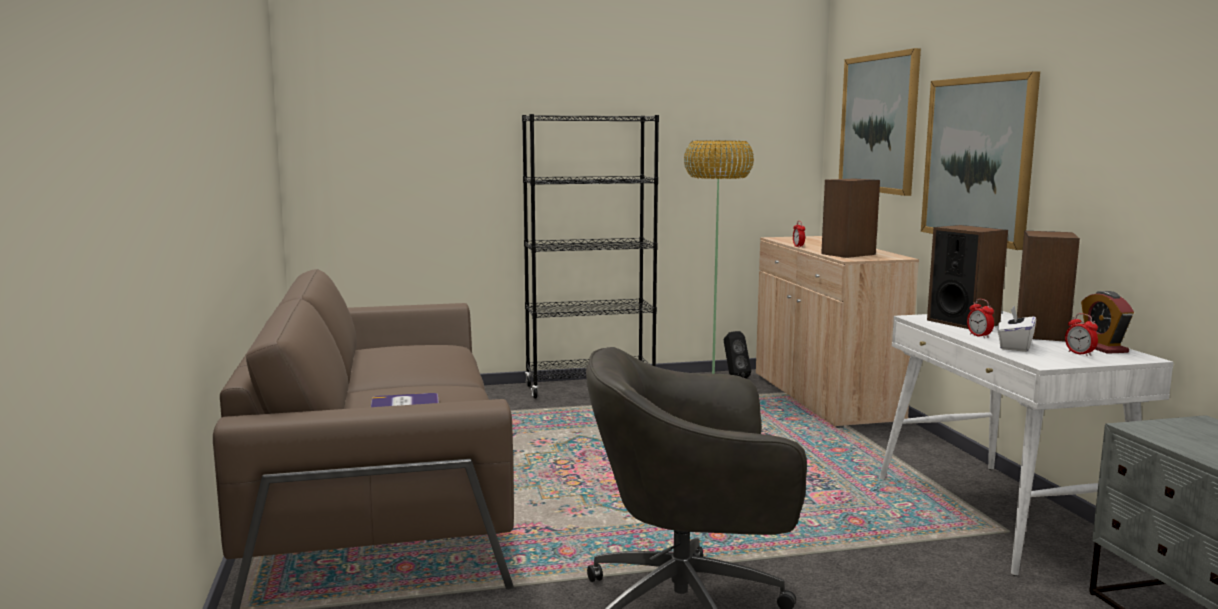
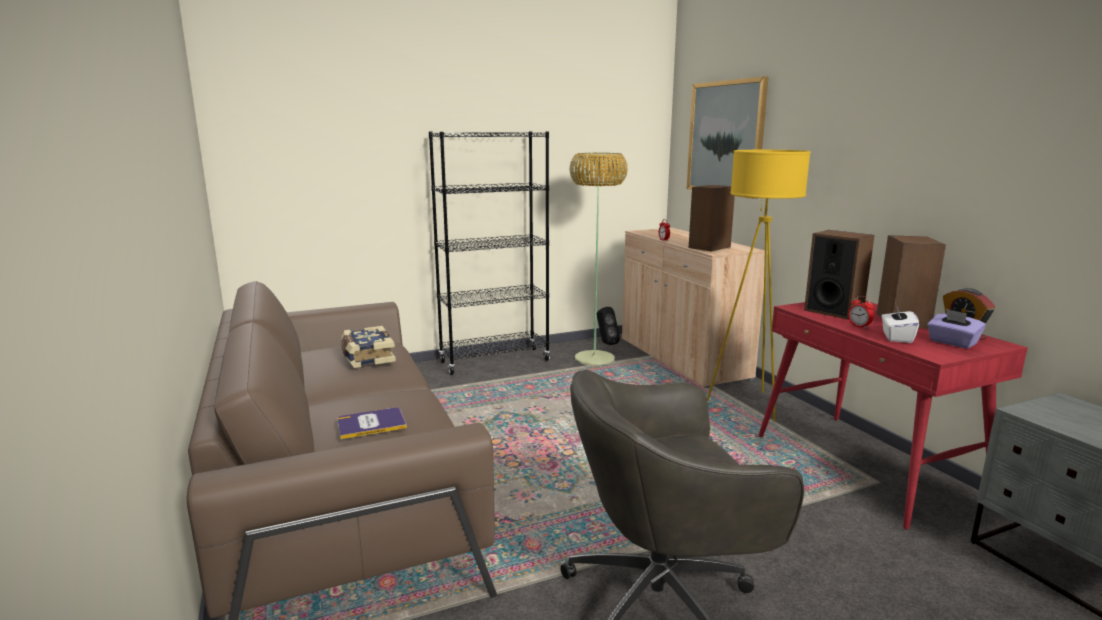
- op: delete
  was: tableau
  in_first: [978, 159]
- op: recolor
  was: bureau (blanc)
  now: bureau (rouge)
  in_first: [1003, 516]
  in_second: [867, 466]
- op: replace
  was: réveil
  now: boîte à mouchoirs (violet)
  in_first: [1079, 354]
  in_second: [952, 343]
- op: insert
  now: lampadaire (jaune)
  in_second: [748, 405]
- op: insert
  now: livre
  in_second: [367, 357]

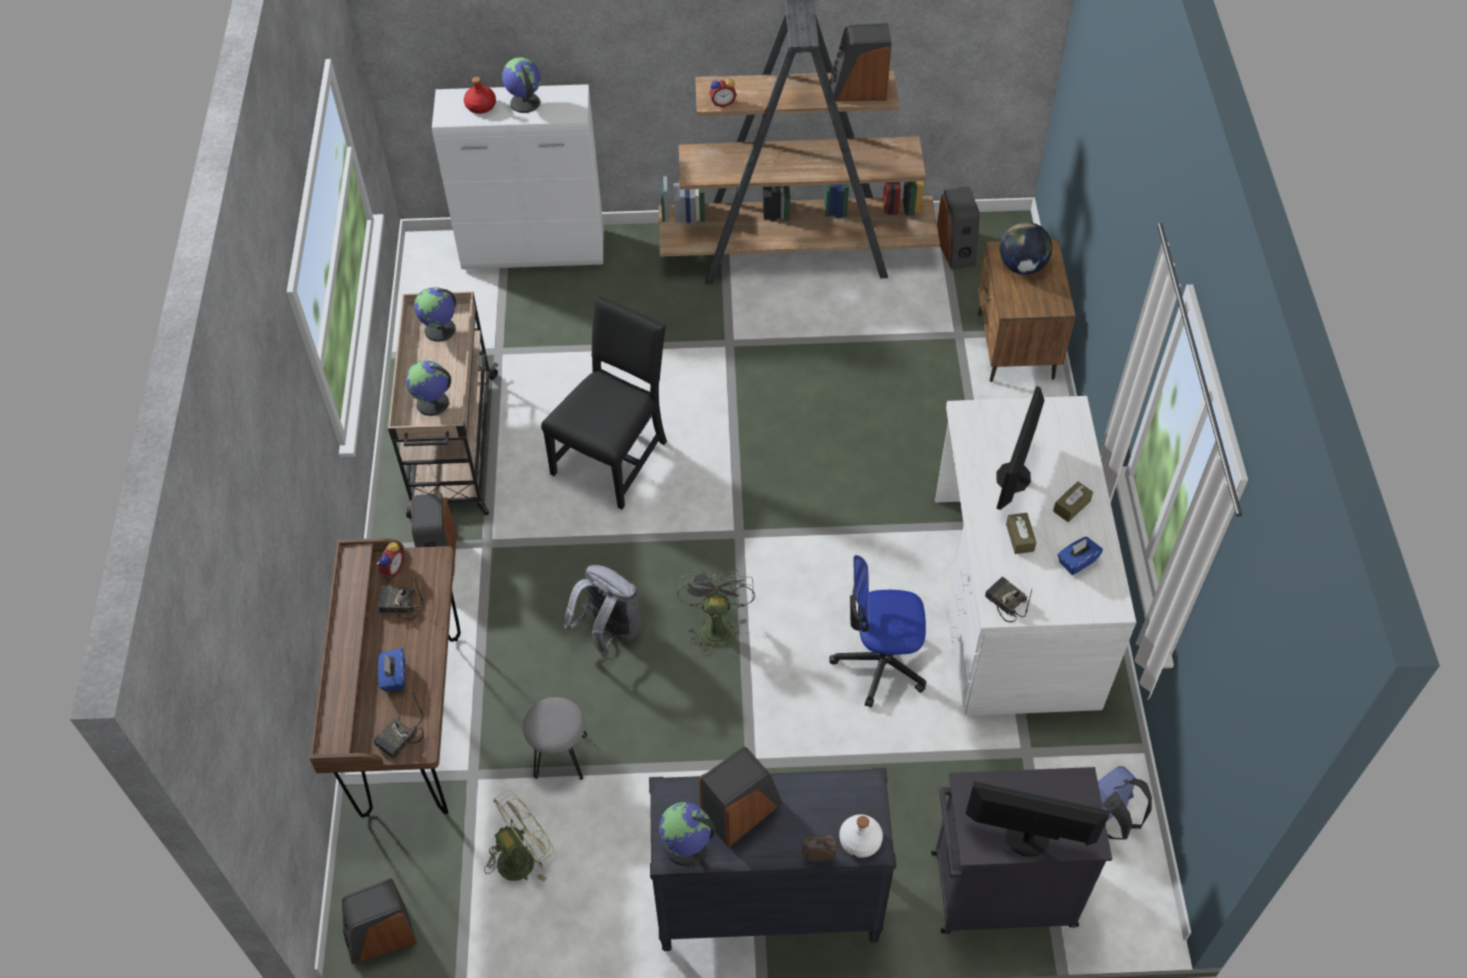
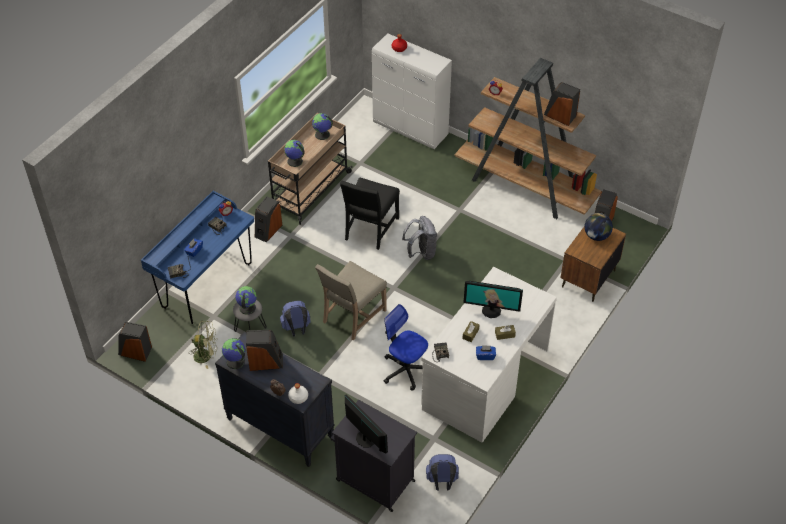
- op: move
  was: globe
  in_first: [524, 103]
  in_second: [247, 308]
- op: rotate
  was: chaise (noir)
  in_first: [613, 456]
  in_second: [370, 229]
  clockwise: 135
- op: rotate
  was: écran d'ordinateur
  in_first: [1014, 478]
  in_second: [491, 310]
  clockwise: -135
- op: recolor
  was: bureau (marron)
  now: bureau (bleu)
  in_first: [412, 724]
  in_second: [207, 286]
- op: move
  was: sac à dos (gris)
  in_first: [609, 632]
  in_second: [421, 252]
- op: replace
  was: ventilateur (gris)
  now: chaise (beige)
  in_first: [715, 624]
  in_second: [352, 316]
- op: insert
  now: sac à dos (bleu)
  in_second: [296, 329]

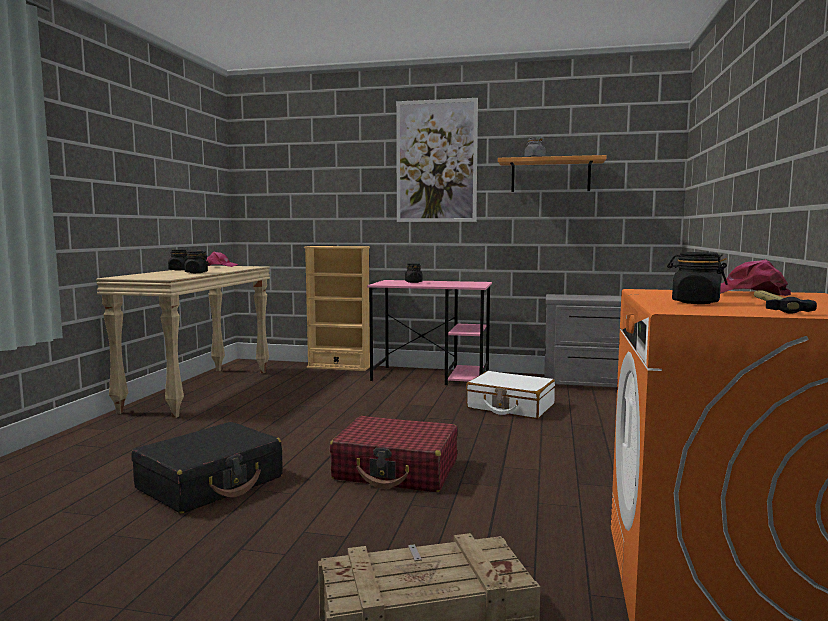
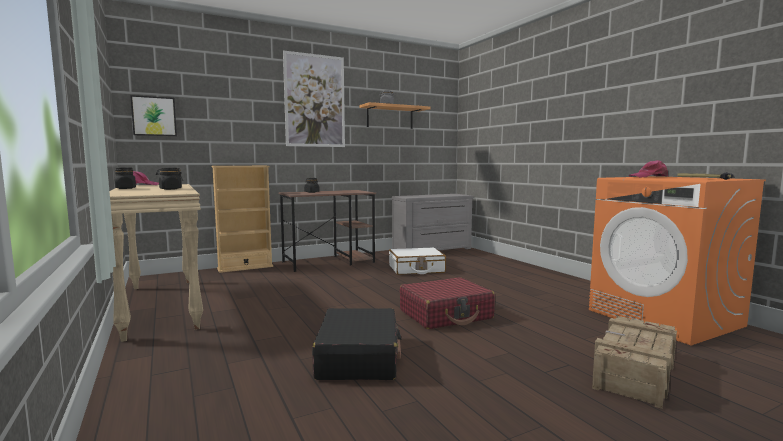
- op: delete
  was: bocal (noir)
  in_first: [695, 302]
- op: recolor
  was: bureau (rose)
  now: bureau (marron)
  in_first: [432, 376]
  in_second: [329, 262]
- op: insert
  now: tableau
  in_second: [154, 116]

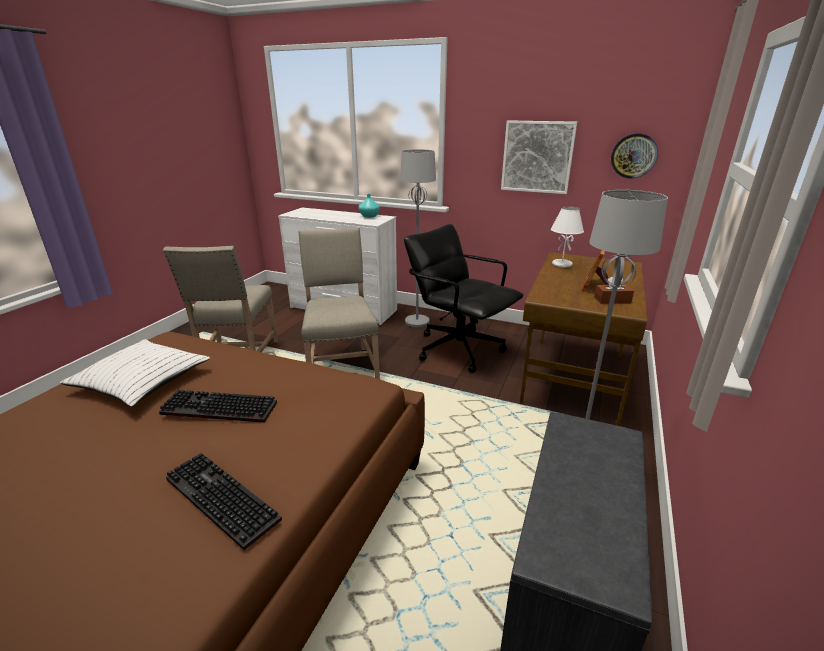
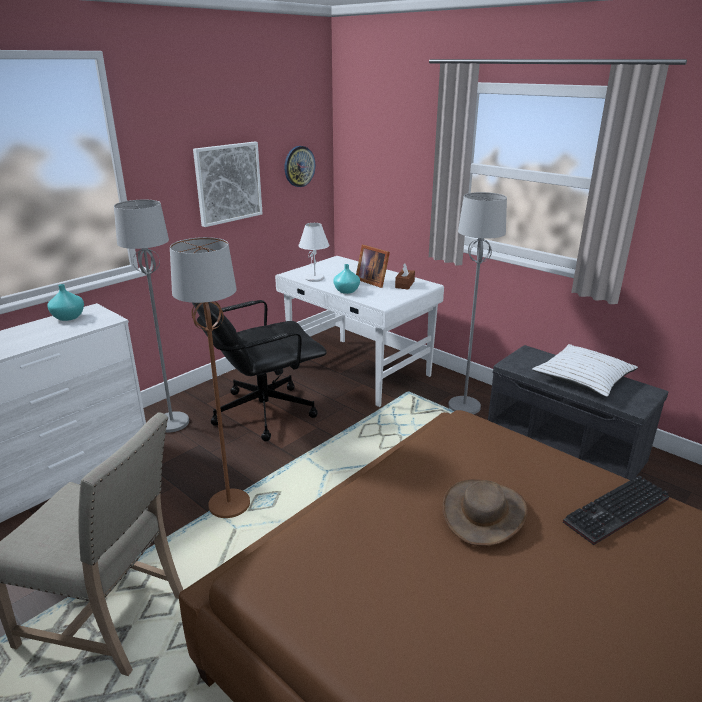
- op: replace
  was: chaise (beige)
  now: lampadaire (marron)
  in_first: [341, 366]
  in_second: [229, 504]
- op: recolor
  was: bureau (marron)
  now: bureau (blanc)
  in_first: [572, 377]
  in_second: [358, 371]
- op: move
  was: coussin (blanc)
  in_first: [142, 381]
  in_second: [583, 378]
- op: replace
  was: clavier
  now: chapeau (marron)
  in_first: [216, 410]
  in_second: [484, 512]
- op: insert
  now: vase (turquoise)
  in_second: [346, 291]

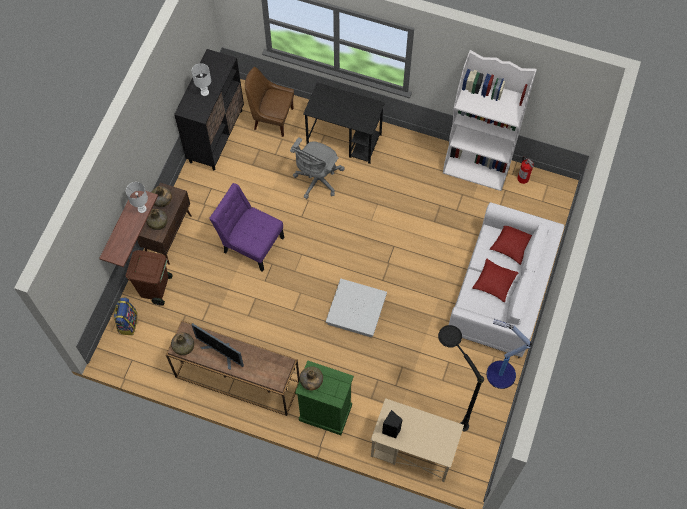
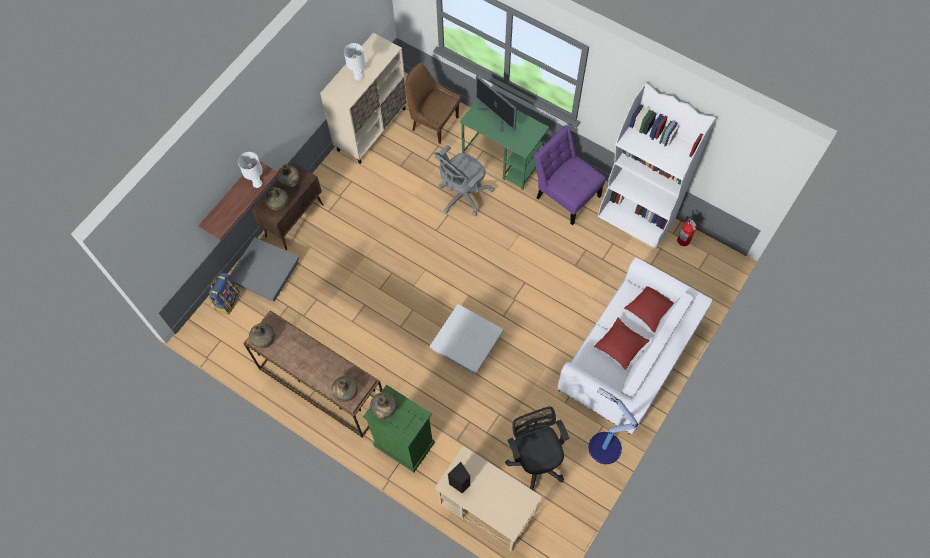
- op: recolor
  was: meuble de rangement (noir)
  now: meuble de rangement (beige)
  in_first: [216, 136]
  in_second: [372, 129]
- op: recolor
  was: bureau (noir)
  now: bureau (vert)
  in_first: [344, 139]
  in_second: [503, 160]
- op: move
  was: chaise (violet)
  in_first: [251, 243]
  in_second: [565, 194]
- op: replace
  was: poubelle (marron)
  now: boîte de rangement (gris)
  in_first: [155, 289]
  in_second: [265, 272]
- op: move
  was: écran d'ordinateur
  in_first: [221, 352]
  in_second: [496, 117]
- op: replace
  was: lampadaire (noir)
  now: chaise de bureau (noir)
  in_first: [444, 400]
  in_second: [535, 461]
- op: insert
  now: bouteille (vert)
  in_second: [345, 391]

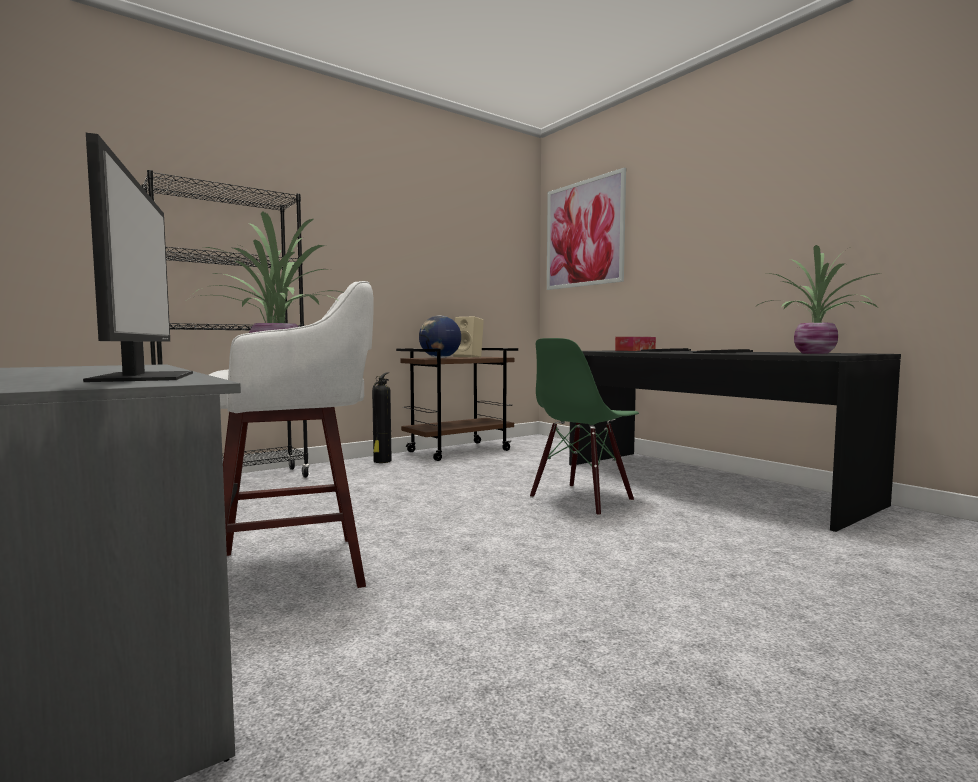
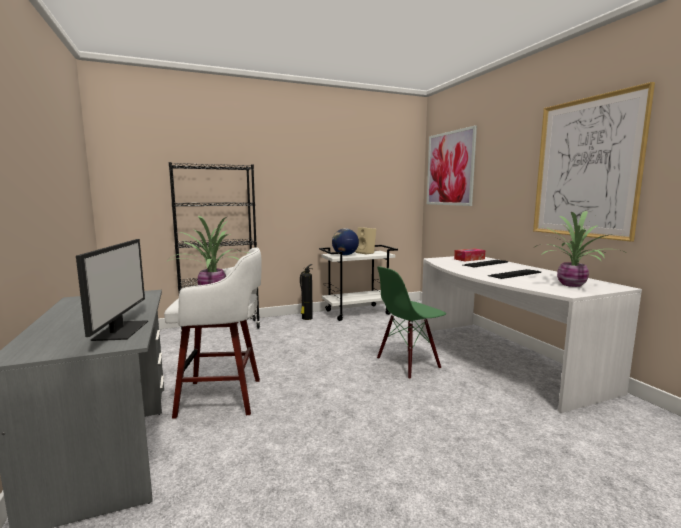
- op: recolor
  was: chariot (marron)
  now: chariot (blanc)
  in_first: [459, 451]
  in_second: [358, 312]
- op: recolor
  was: bureau (noir)
  now: bureau (blanc)
  in_first: [701, 483]
  in_second: [499, 358]
- op: insert
  now: tableau
  in_second: [586, 168]

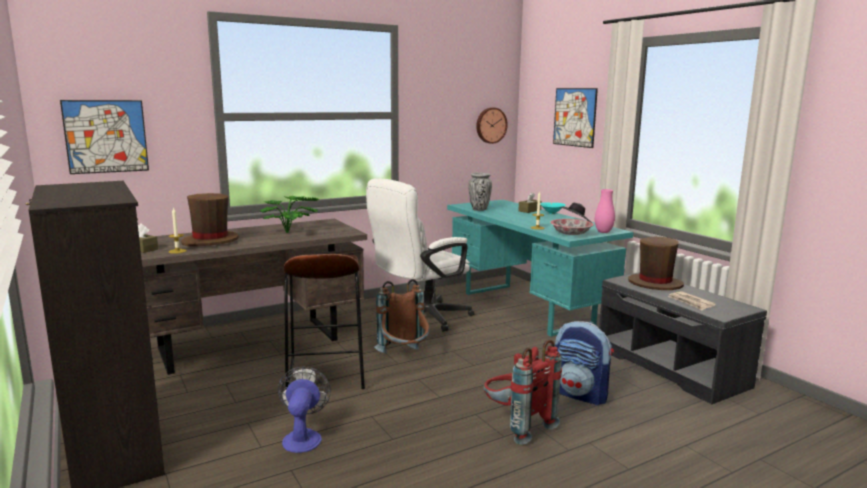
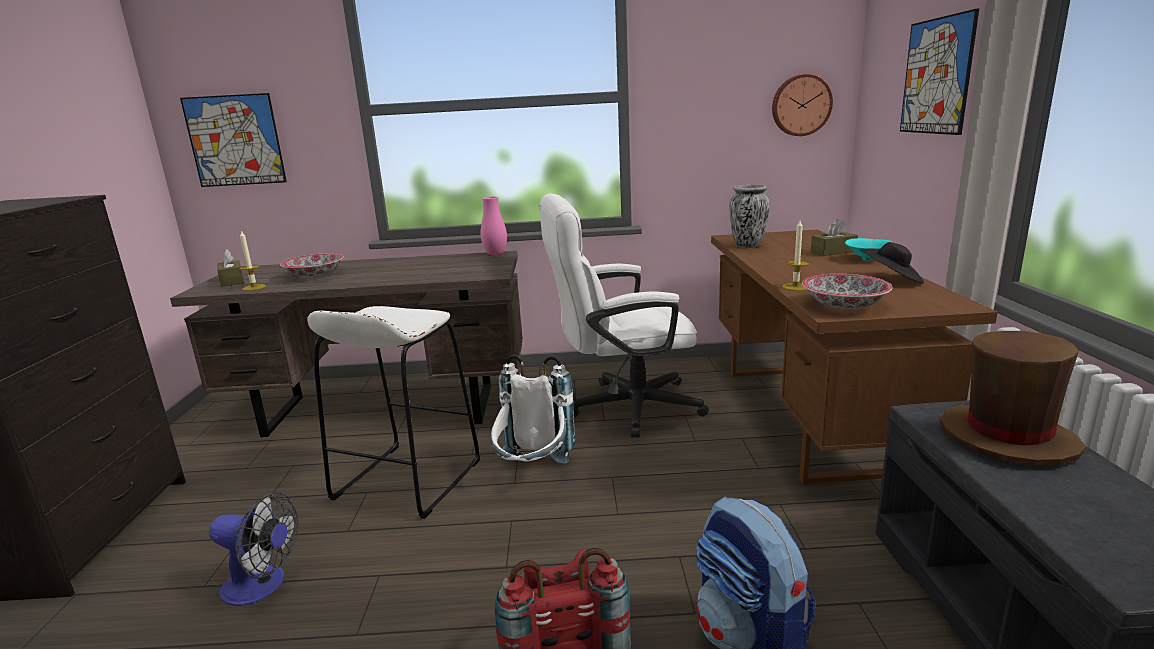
- op: move
  was: vase (rose)
  in_first: [603, 232]
  in_second: [495, 254]
- op: replace
  was: chapeau (marron)
  now: bol
  in_first: [210, 241]
  in_second: [315, 275]
- op: delete
  was: plante en pot
  in_first: [291, 232]
- op: recolor
  was: bureau (turquoise)
  now: bureau (marron)
  in_first: [527, 308]
  in_second: [808, 417]
- op: recolor
  was: tabouret (marron)
  now: tabouret (blanc)
  in_first: [325, 375]
  in_second: [407, 480]
- op: recolor
  was: sac à dos (marron)
  now: sac à dos (blanc)
  in_first: [404, 357]
  in_second: [533, 473]
- op: delete
  was: journal
  in_first: [690, 302]
- op: rotate
  was: ventilateur
  in_first: [303, 437]
  in_second: [263, 586]
  clockwise: 75

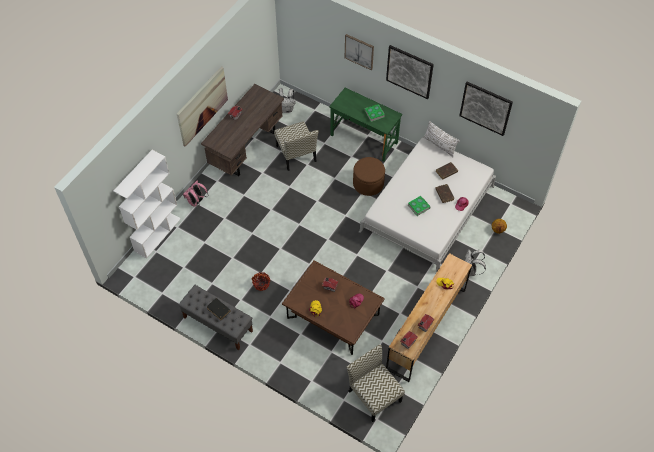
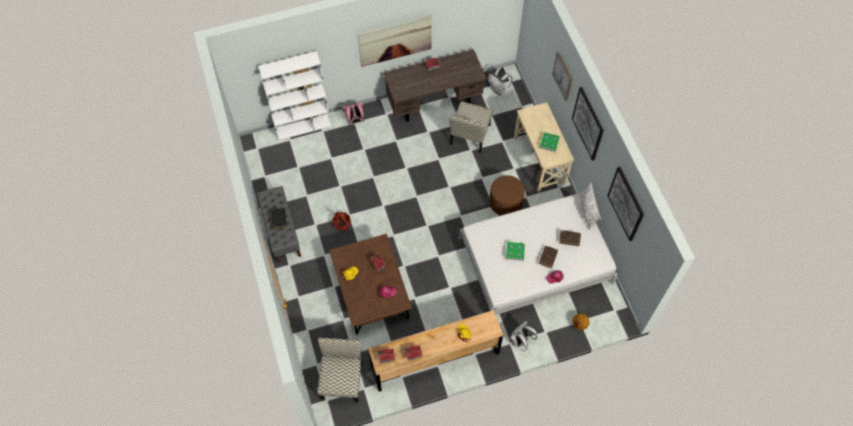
- op: recolor
  was: bureau (vert)
  now: bureau (beige)
  in_first: [364, 139]
  in_second: [539, 161]

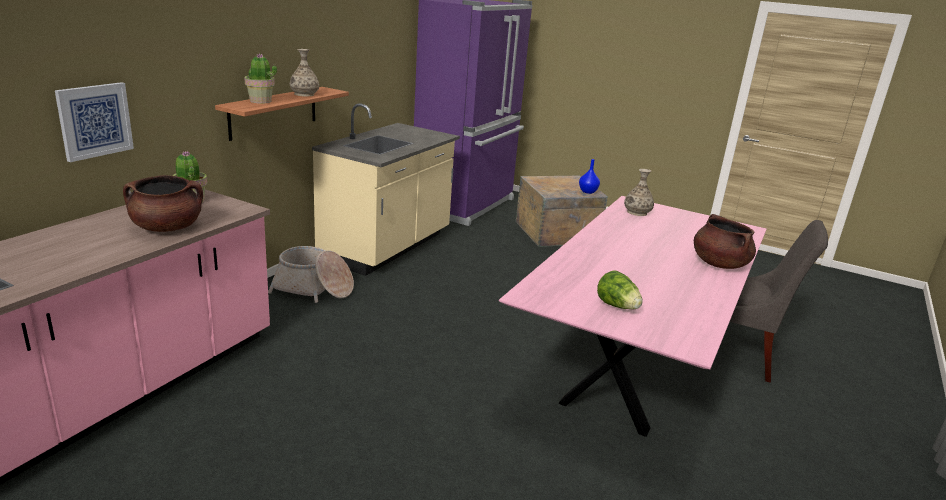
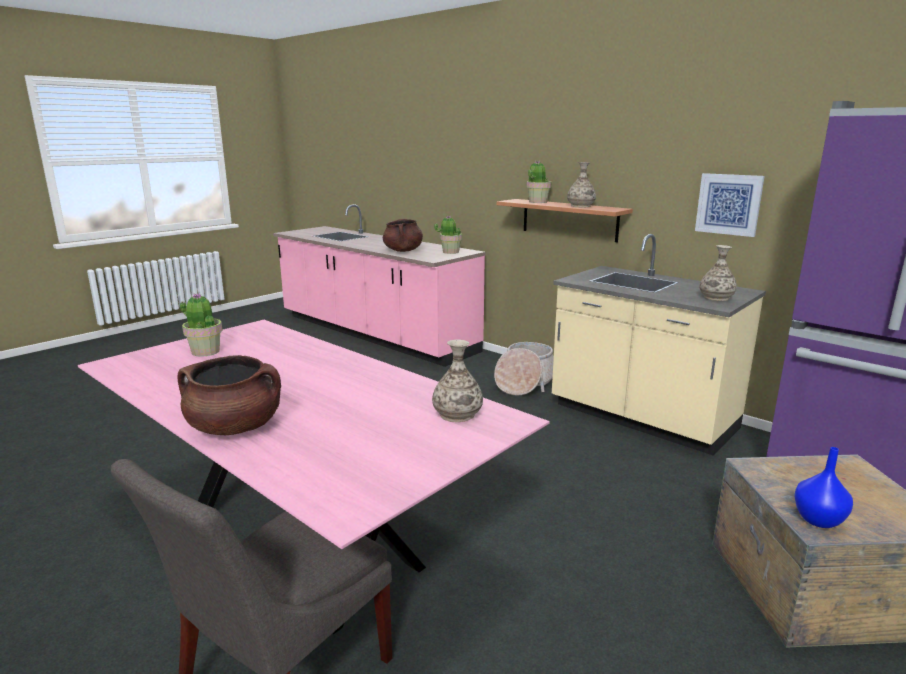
- op: move
  was: tableau
  in_first: [94, 120]
  in_second: [729, 204]
- op: replace
  was: laitue
  now: plante en pot
  in_first: [617, 306]
  in_second: [205, 351]
- op: insert
  now: vase
  in_second: [716, 298]

